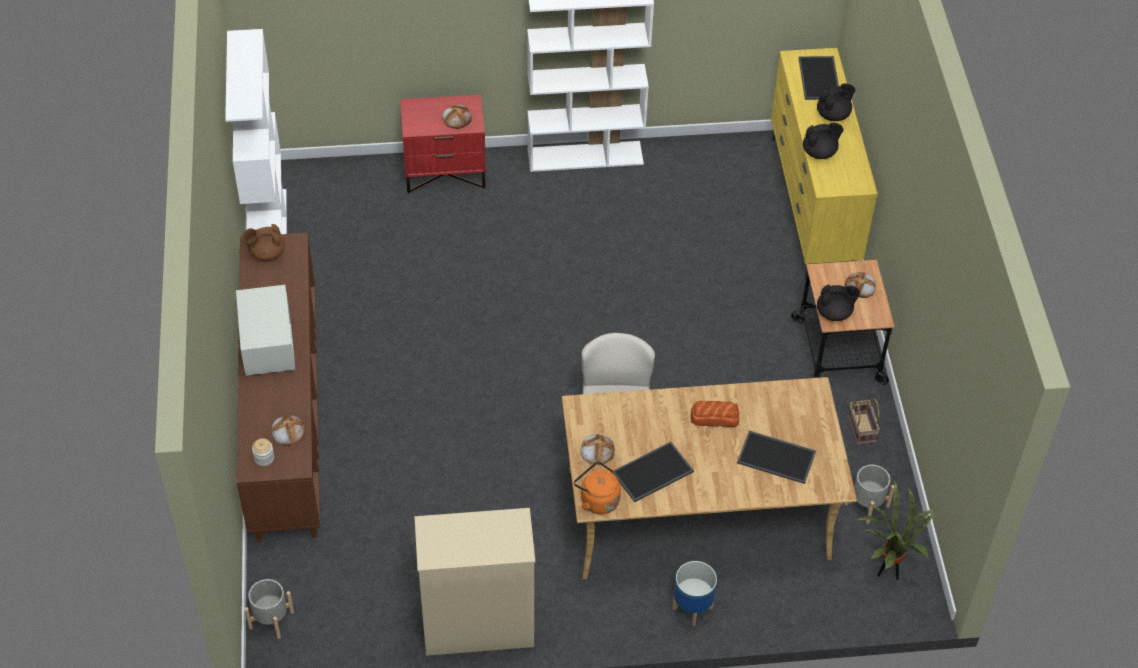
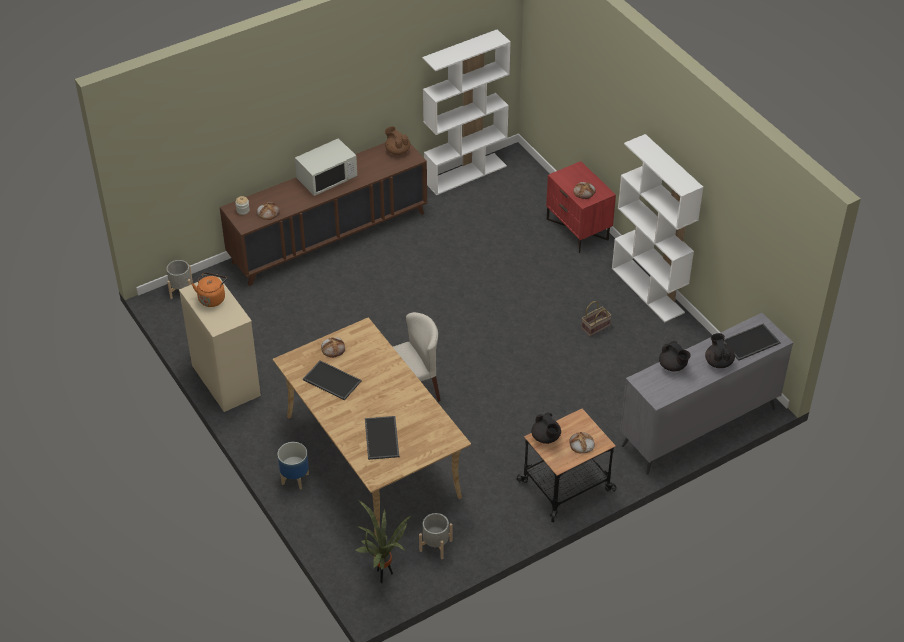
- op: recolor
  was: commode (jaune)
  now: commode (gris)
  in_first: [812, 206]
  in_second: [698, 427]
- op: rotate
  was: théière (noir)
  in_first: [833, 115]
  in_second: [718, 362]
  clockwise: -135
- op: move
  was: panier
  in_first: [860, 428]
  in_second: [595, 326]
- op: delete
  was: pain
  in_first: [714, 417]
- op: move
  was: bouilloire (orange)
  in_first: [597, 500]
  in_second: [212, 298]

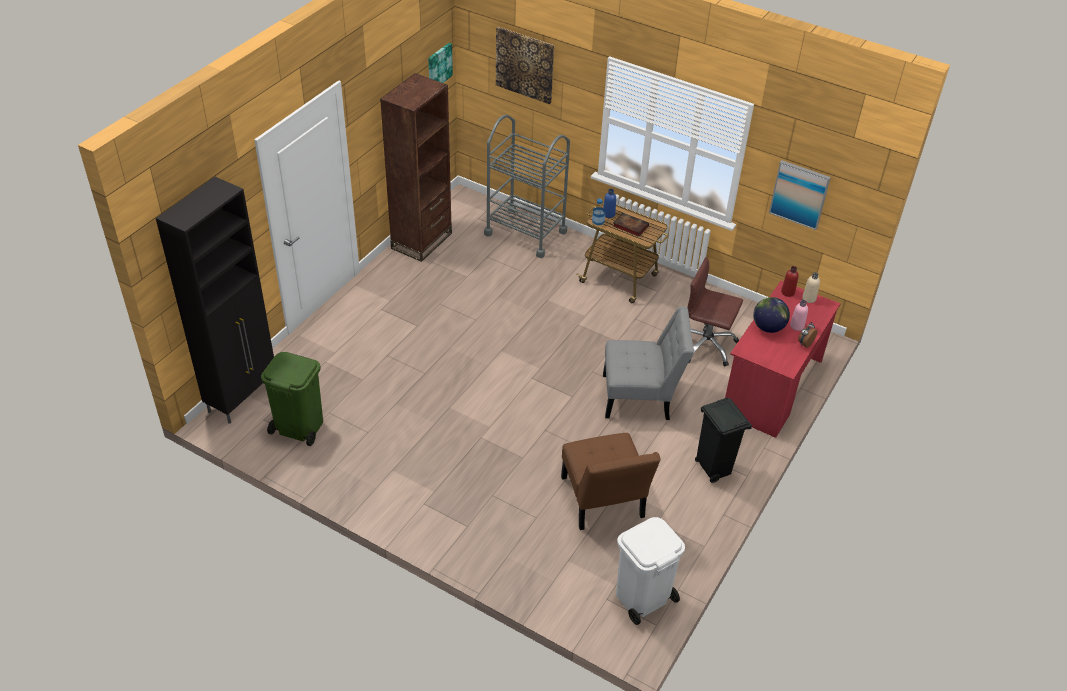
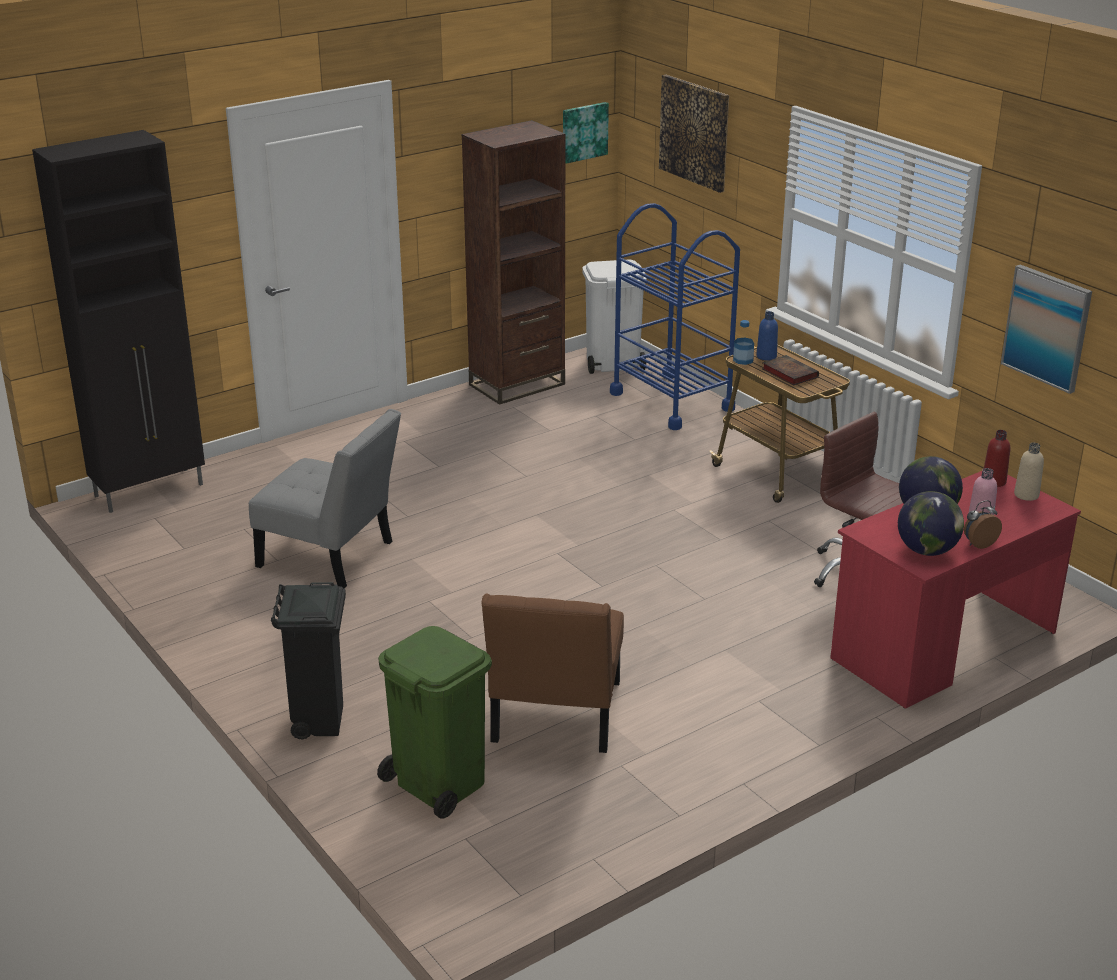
- op: recolor
  was: chariot (gris)
  now: chariot (bleu)
  in_first: [525, 233]
  in_second: [671, 401]
- op: move
  was: chaise (gris)
  in_first: [641, 397]
  in_second: [332, 557]
- op: move
  was: poubelle (vert)
  in_first: [299, 426]
  in_second: [438, 782]
- op: move
  was: poubelle (noir)
  in_first: [713, 468]
  in_second: [319, 722]
- op: move
  was: poubelle (blanc)
  in_first: [642, 597]
  in_second: [612, 363]
- op: insert
  now: globe
  in_second: [926, 551]

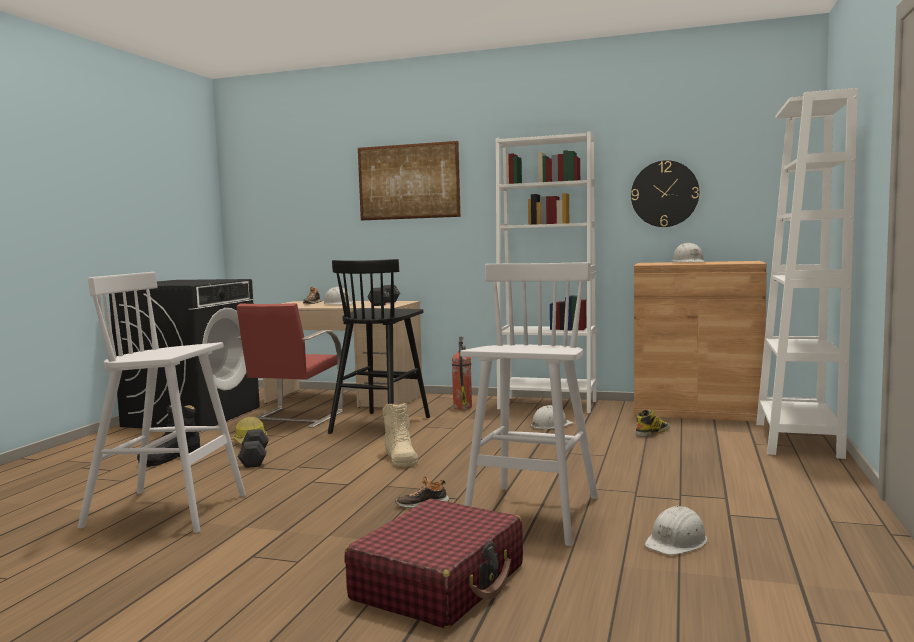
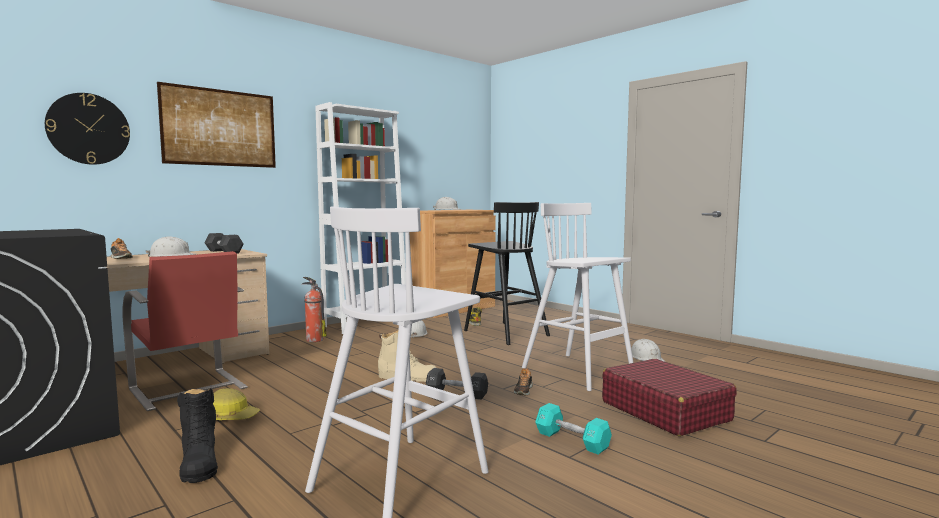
- op: delete
  was: bibliothèque (blanc)
  in_first: [797, 440]
- op: move
  was: horloge murale
  in_first: [664, 194]
  in_second: [88, 129]
- op: move
  was: tabouret (noir)
  in_first: [381, 424]
  in_second: [504, 333]
- op: move
  was: haltère (noir)
  in_first: [254, 458]
  in_second: [457, 394]
- op: insert
  now: haltère (turquoise)
  in_second: [572, 440]

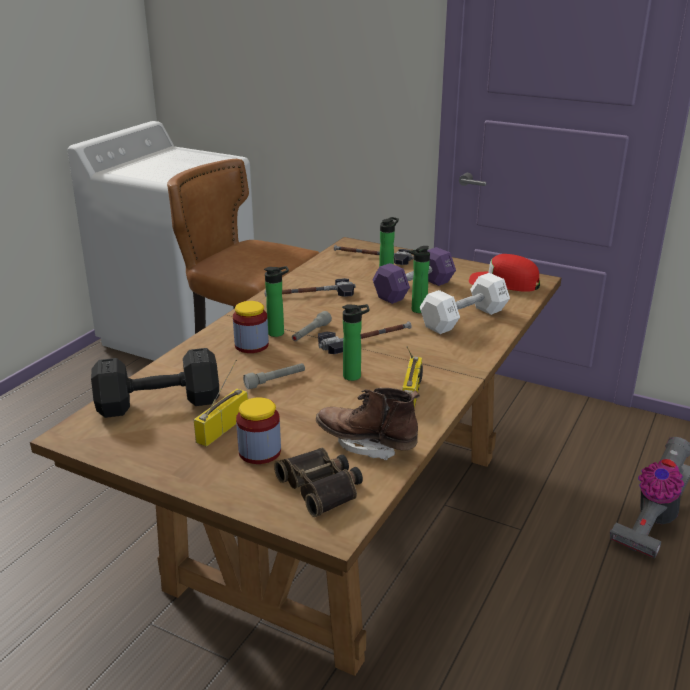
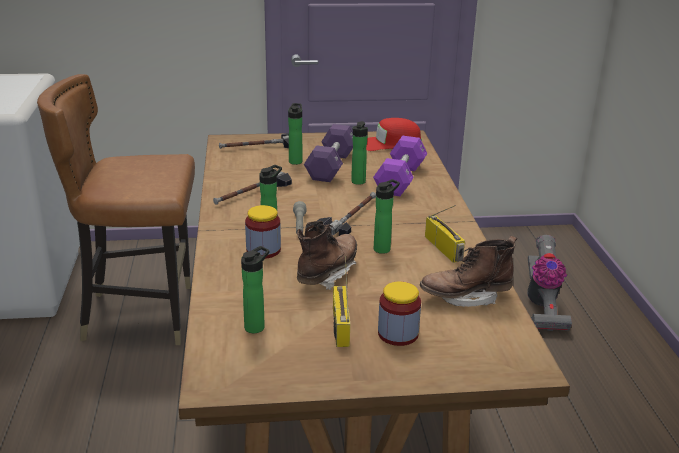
- op: recolor
  was: haltère (blanc)
  now: haltère (violet)
  in_first: [464, 318]
  in_second: [400, 179]
- op: replace
  was: haltère (noir)
  now: bouteille
  in_first: [162, 403]
  in_second: [257, 326]
- op: replace
  was: lampe de poche (gris)
  now: botte (marron)
  in_first: [275, 381]
  in_second: [327, 273]
- op: delete
  was: jumelles
  in_first: [322, 487]

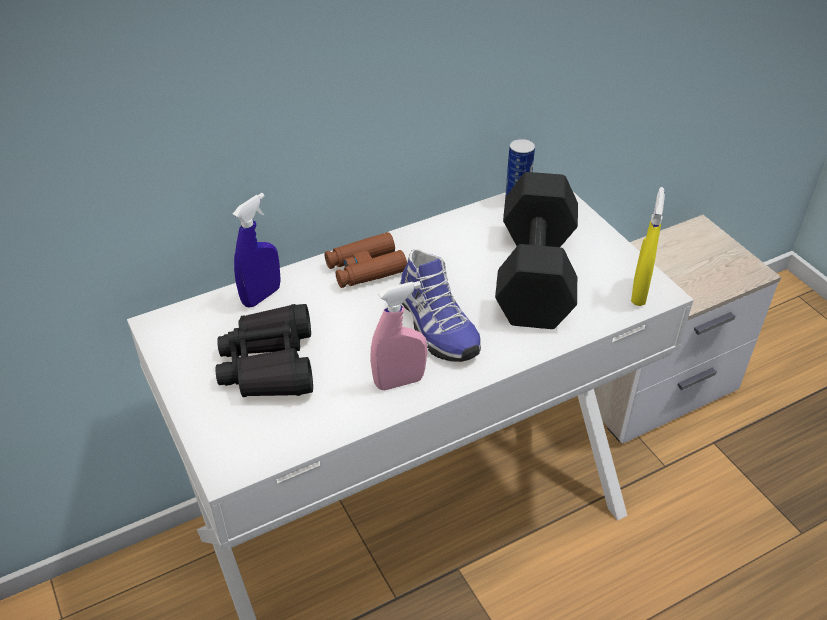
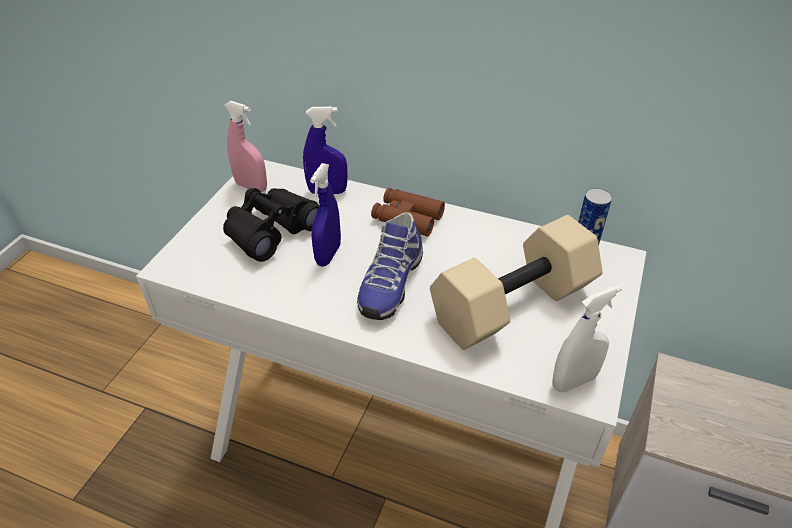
- op: recolor
  was: haltère (noir)
  now: haltère (beige)
  in_first: [538, 275]
  in_second: [512, 307]
- op: recolor
  was: vaporisateur (jaune)
  now: vaporisateur (blanc)
  in_first: [639, 292]
  in_second: [574, 381]
- op: move
  was: vaporisateur (rose)
  in_first: [399, 381]
  in_second: [251, 186]
- op: insert
  now: vaporisateur (bleu)
  in_second: [328, 255]

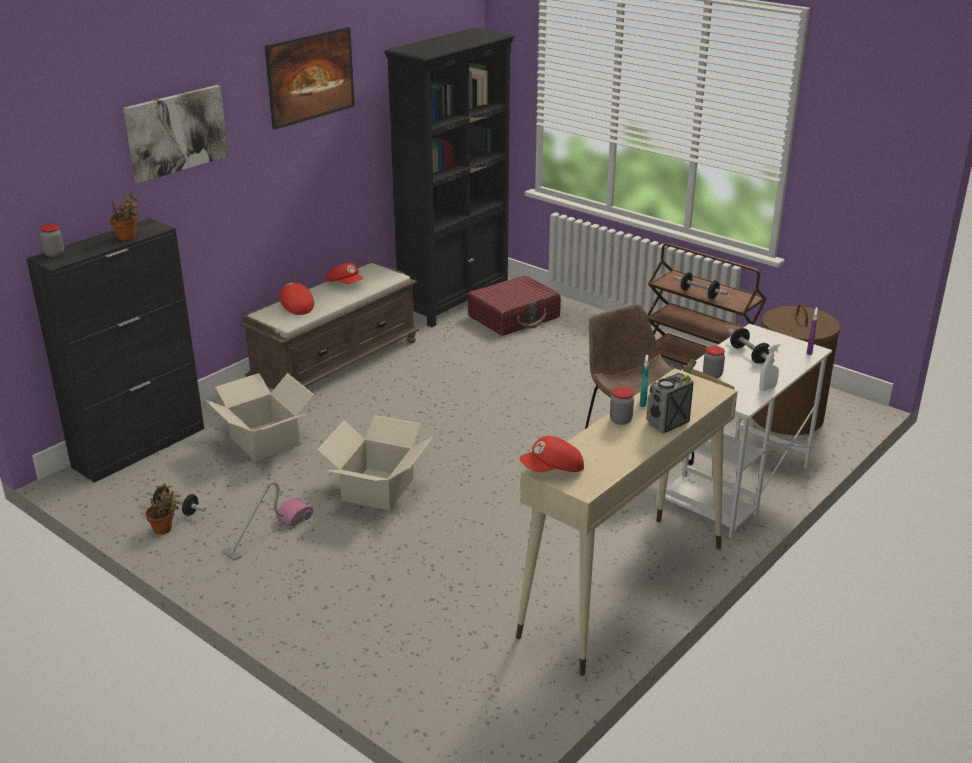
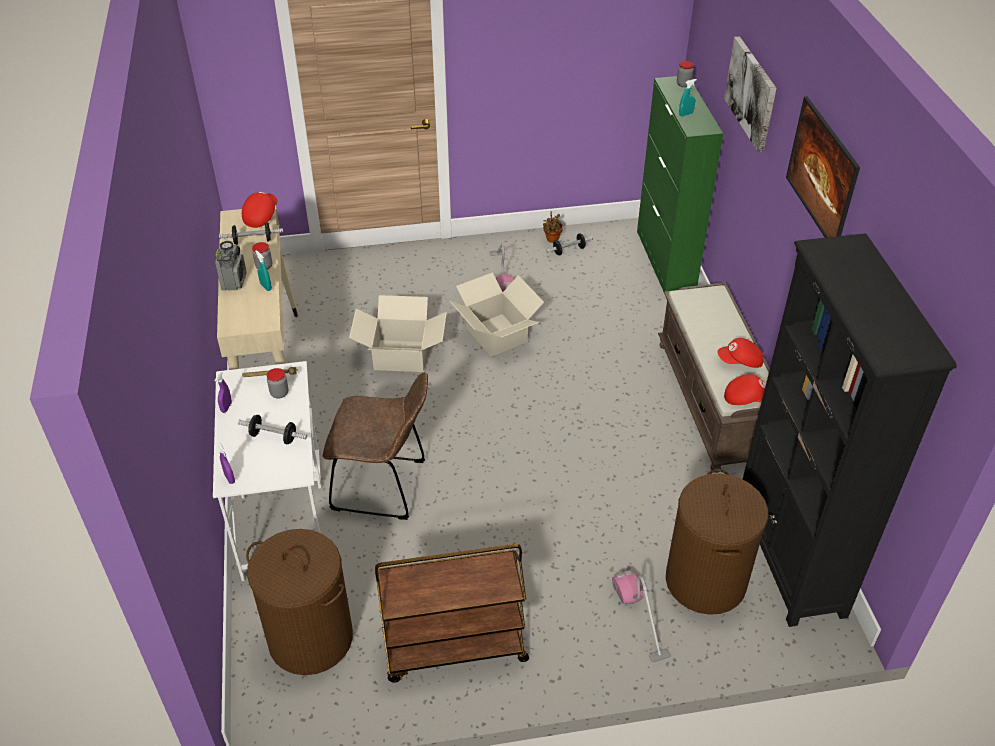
- op: replace
  was: plante en pot
  now: vaporisateur (turquoise)
  in_first: [128, 238]
  in_second: [685, 114]
- op: recolor
  was: meuble de rangement (noir)
  now: meuble de rangement (vert)
  in_first: [140, 447]
  in_second: [665, 260]
- op: move
  was: haltère
  in_first: [699, 294]
  in_second: [252, 241]
- op: replace
  was: valise (rouge)
  now: panier à linge (marron)
  in_first: [514, 317]
  in_second: [706, 581]
- op: move
  was: casquette (rouge)
  in_first: [295, 307]
  in_second: [747, 398]
- op: recolor
  was: vaporisateur (blanc)
  now: vaporisateur (violet)
  in_first: [767, 388]
  in_second: [226, 407]
- op: move
  was: carton
  in_first: [264, 441]
  in_second: [401, 355]
- op: insert
  now: aspirateur
  in_second: [640, 618]

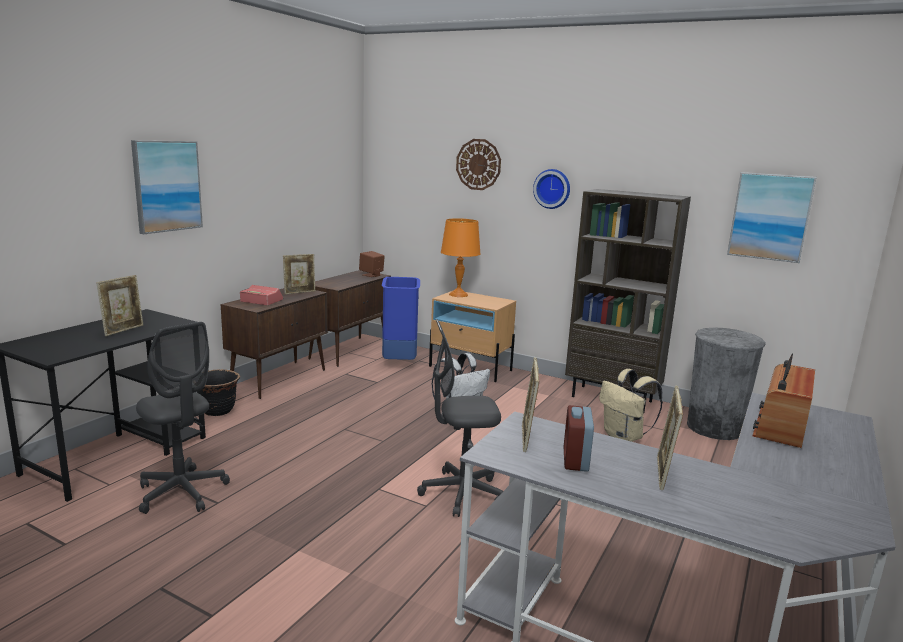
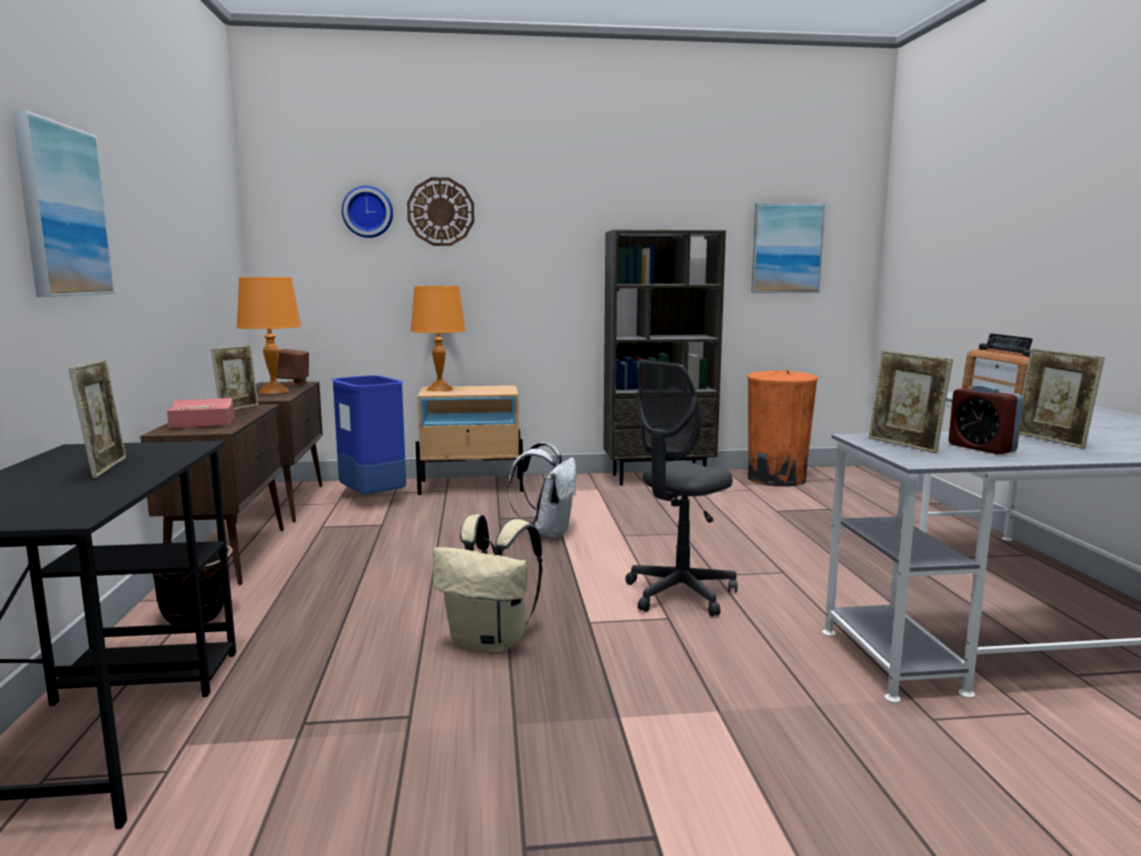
- op: move
  was: horloge murale
  in_first: [552, 188]
  in_second: [368, 212]
- op: delete
  was: chaise de bureau (gris)
  in_first: [182, 492]
- op: recolor
  was: poubelle (gris)
  now: poubelle (orange)
  in_first: [714, 428]
  in_second: [776, 479]
- op: move
  was: sac à dos (beige)
  in_first: [624, 437]
  in_second: [491, 642]
- op: insert
  now: lampe de table (orange)
  in_second: [273, 391]

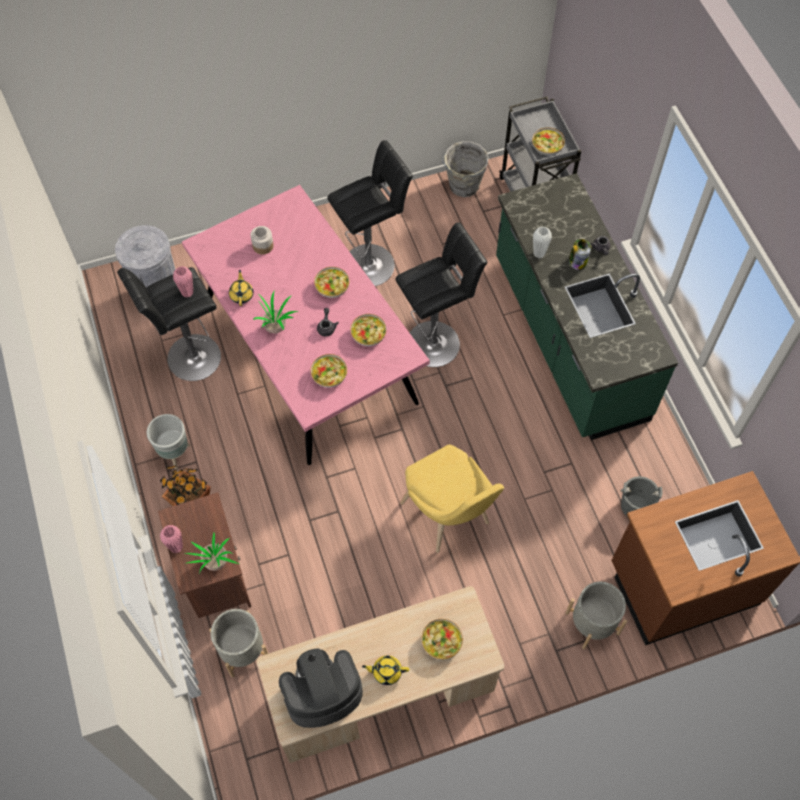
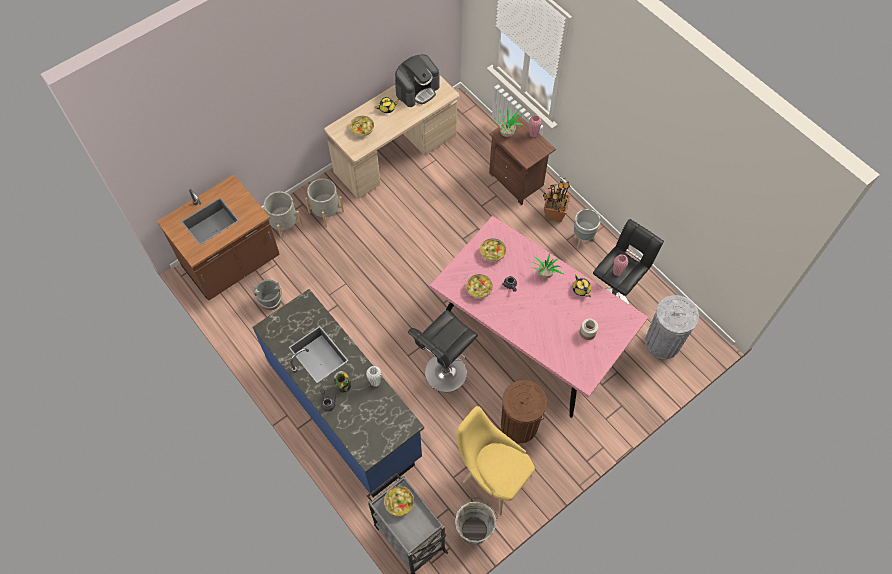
- op: replace
  was: tabouret (noir)
  now: poubelle (marron)
  in_first: [372, 263]
  in_second: [519, 425]
- op: recolor
  was: comptoir de cuisine (vert)
  now: comptoir de cuisine (bleu)
  in_first: [568, 339]
  in_second: [345, 410]
- op: delete
  was: bol
  in_first: [332, 287]
- op: move
  was: chaise (jaune)
  in_first: [449, 517]
  in_second: [492, 476]
- op: move
  was: cache-pot (gris)
  in_first: [242, 649]
  in_second: [326, 212]

